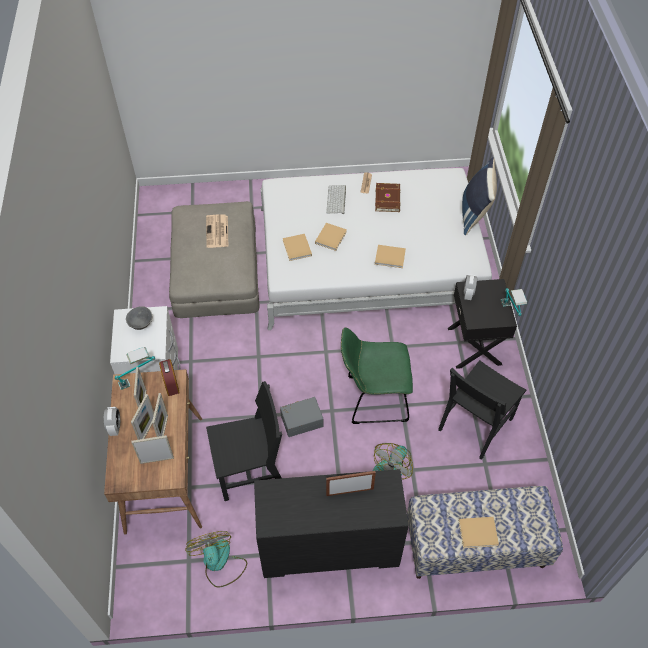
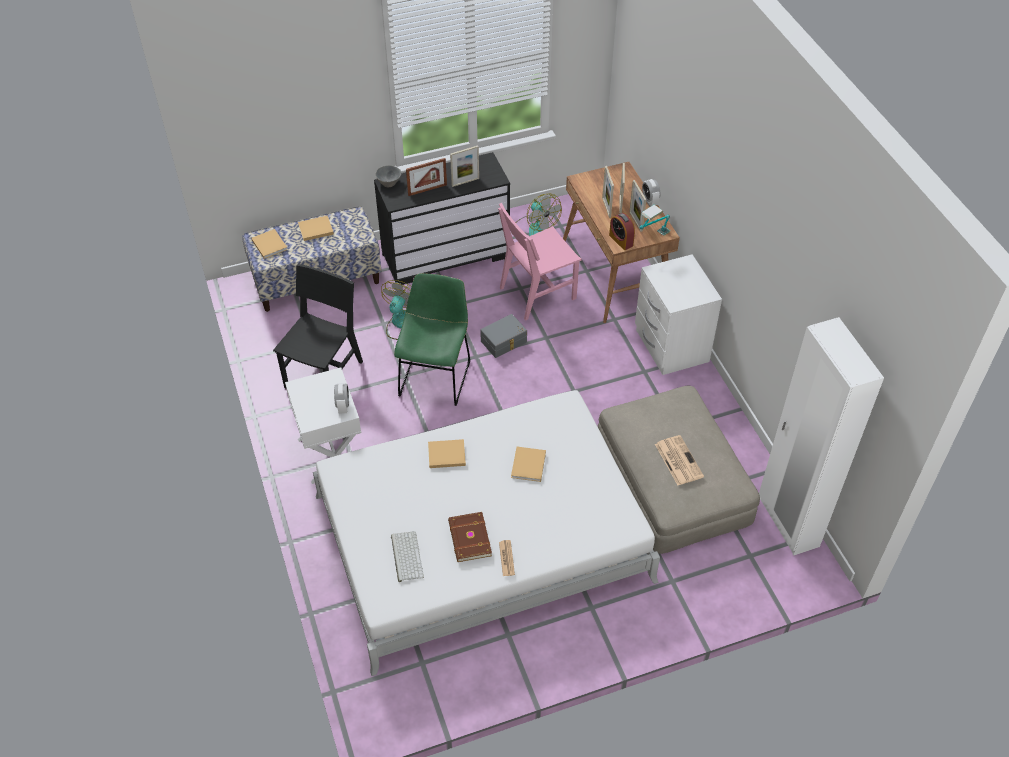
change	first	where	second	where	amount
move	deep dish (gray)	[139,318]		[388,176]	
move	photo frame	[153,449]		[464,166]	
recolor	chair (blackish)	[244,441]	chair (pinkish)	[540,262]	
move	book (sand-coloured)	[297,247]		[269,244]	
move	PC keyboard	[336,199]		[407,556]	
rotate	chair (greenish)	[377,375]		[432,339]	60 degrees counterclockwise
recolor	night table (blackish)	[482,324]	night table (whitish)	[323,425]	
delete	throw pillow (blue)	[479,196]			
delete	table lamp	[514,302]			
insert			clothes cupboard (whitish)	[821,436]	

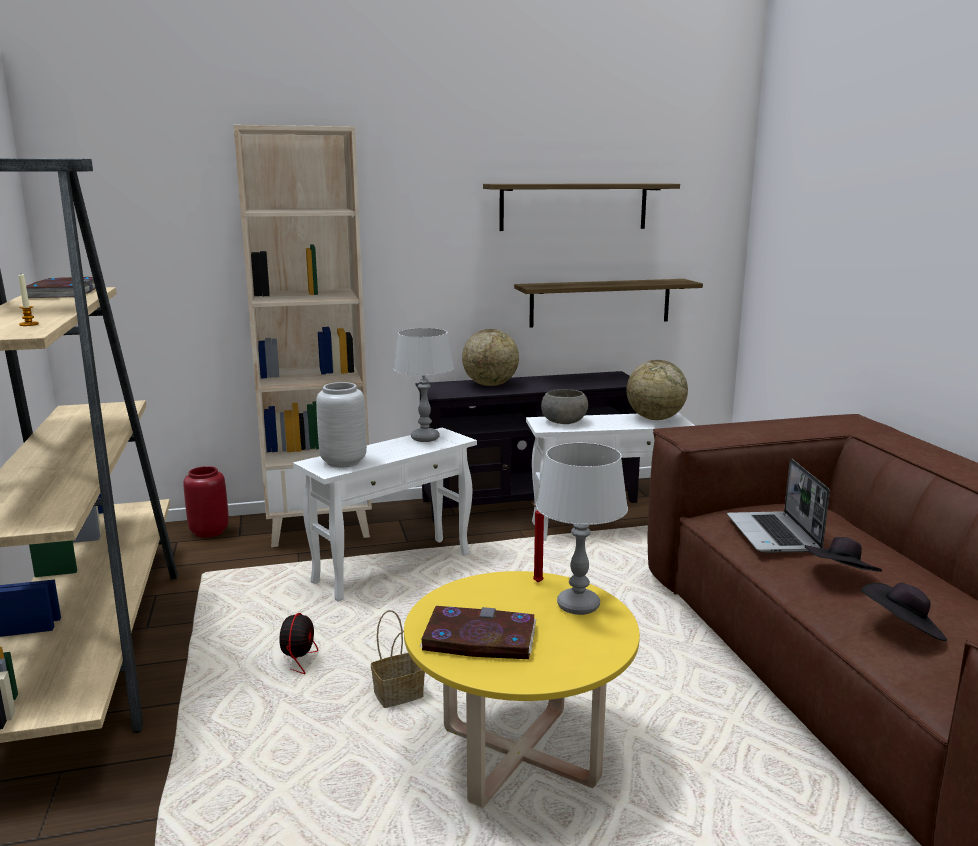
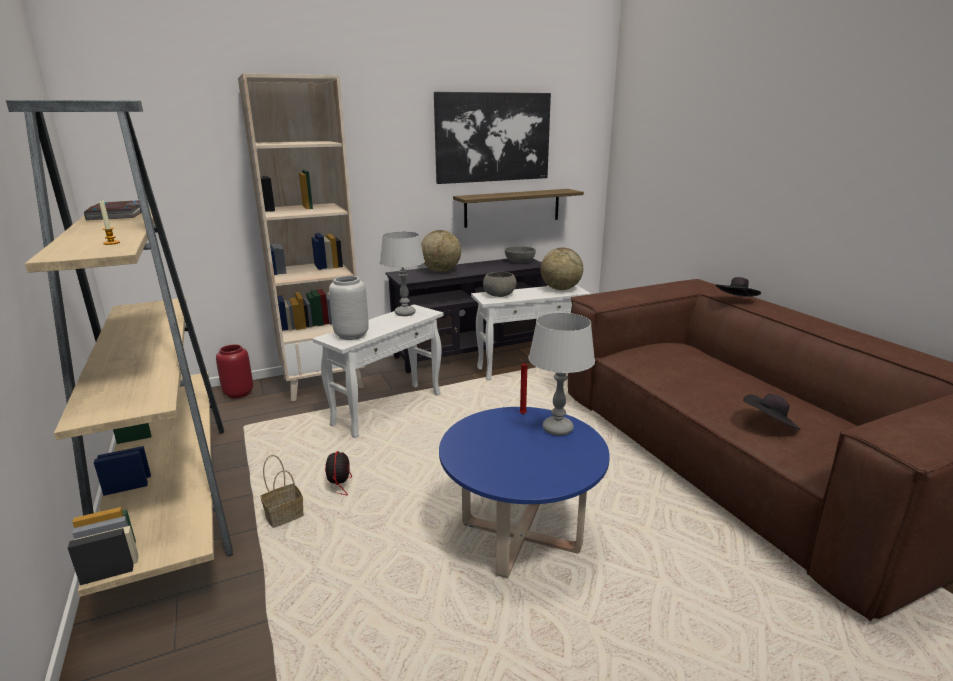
change	first	where	second	where	amount
move	basket	[398,659]		[282,491]	
recolor	coffee table (yellow-coloured)	[522,689]	coffee table (blue)	[524,492]	
delete	book	[478,632]			
replace	shelf	[581,207]	picture	[492,138]	
delete	portable computer	[778,505]			
move	hat (blackish)	[843,554]		[738,287]	
insert			deep dish (gray)	[520,254]	

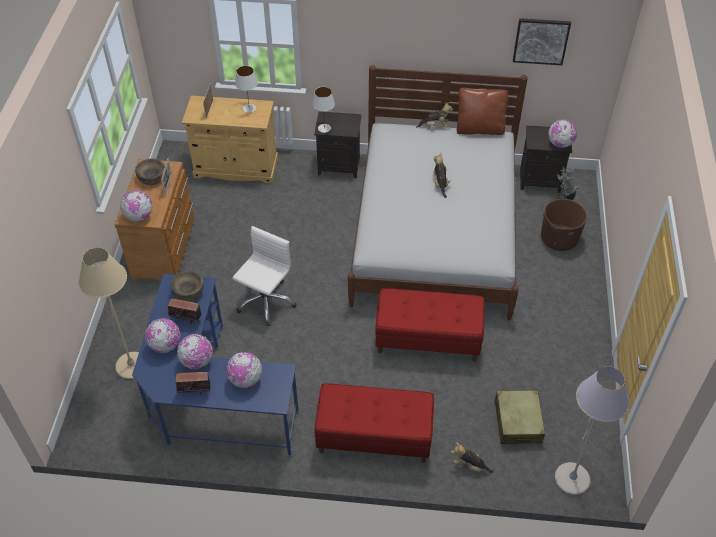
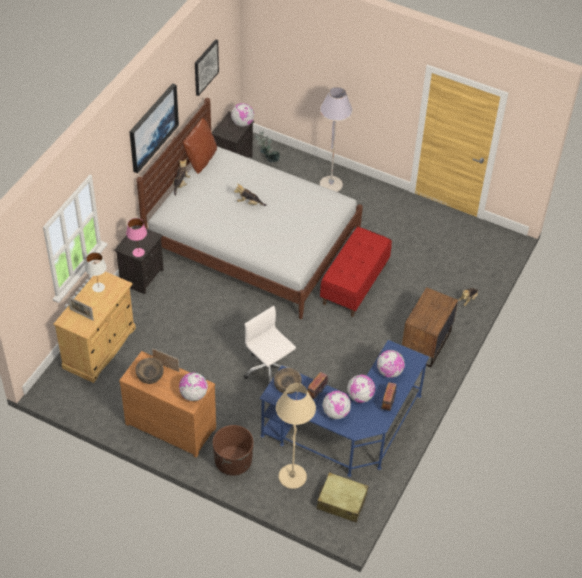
change	first	where	second	where	amount
recolor	table lamp (whitish)	[323,110]	table lamp (pinkish)	[136,237]	
replace	indoor bench (red-coloured)	[374,423]	night table (brown-coloured)	[430,327]	
move	suitcase (sand-coloured)	[520,417]		[343,497]	
move	flower pot (brown-coloured)	[564,225]		[233,450]	
move	floor lamp (gray)	[592,430]		[336,139]	
insert			picture	[154,128]	

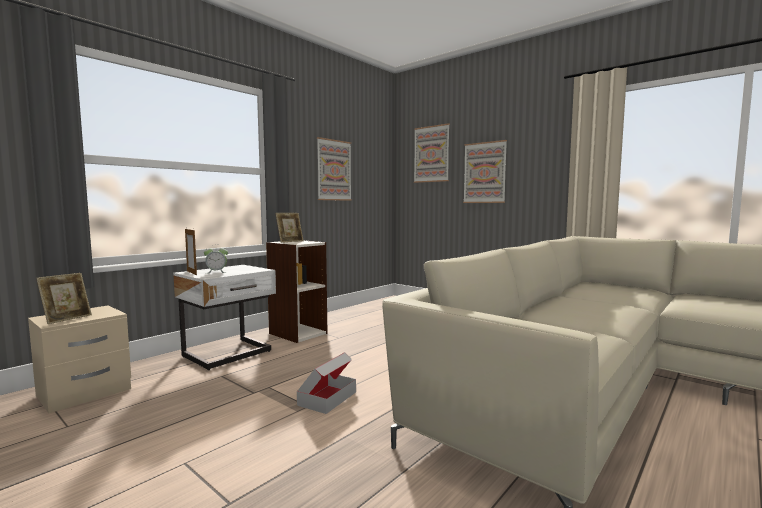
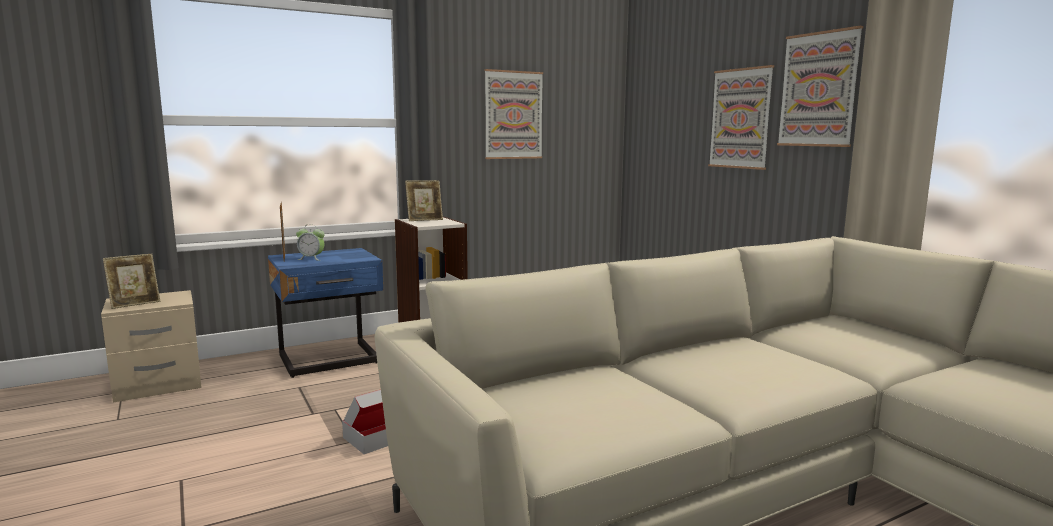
change	first	where	second	where	amount
recolor	night table (whitish)	[224,317]	night table (blue)	[325,313]	
move	picture	[432,153]		[820,86]	

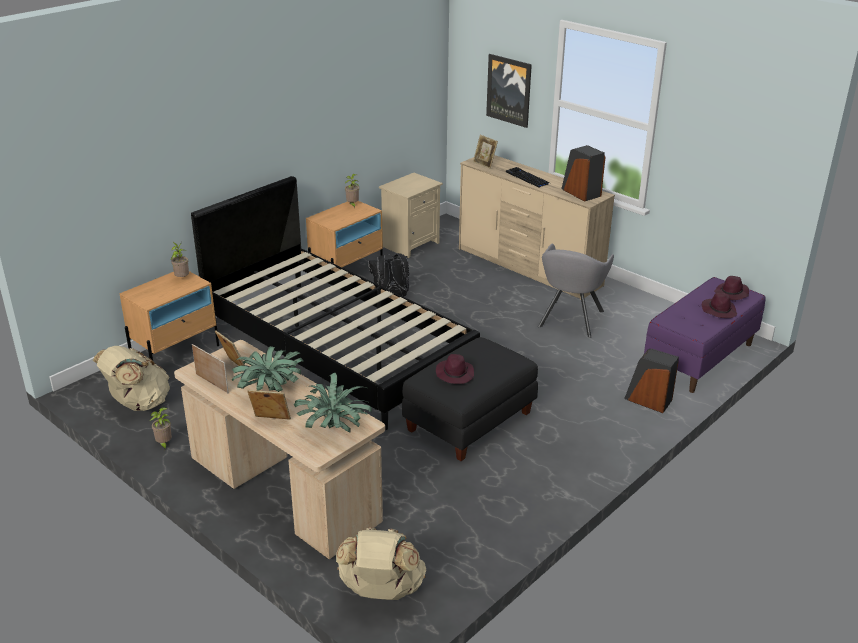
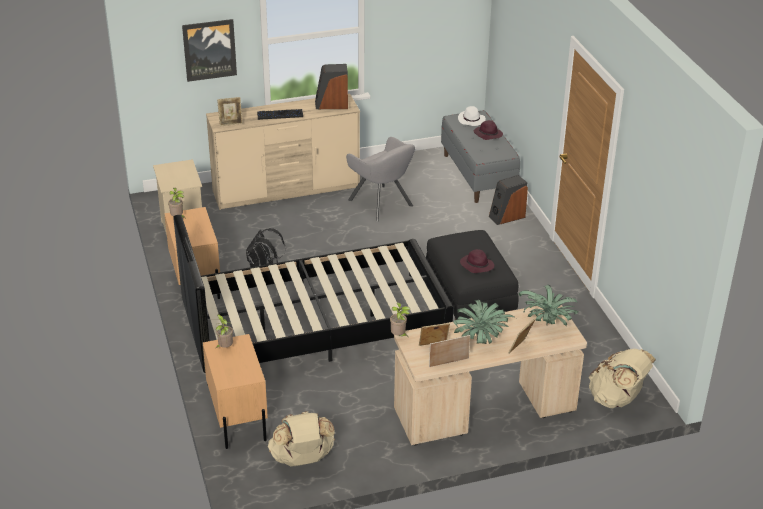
change	first	where	second	where	amount
move	plant in a pot	[161,428]		[400,320]	
recolor	indoor bench (purplish)	[705,335]	indoor bench (gray)	[480,156]	
recolor	hat (purplish)	[731,288]	hat (whitish)	[472,116]	

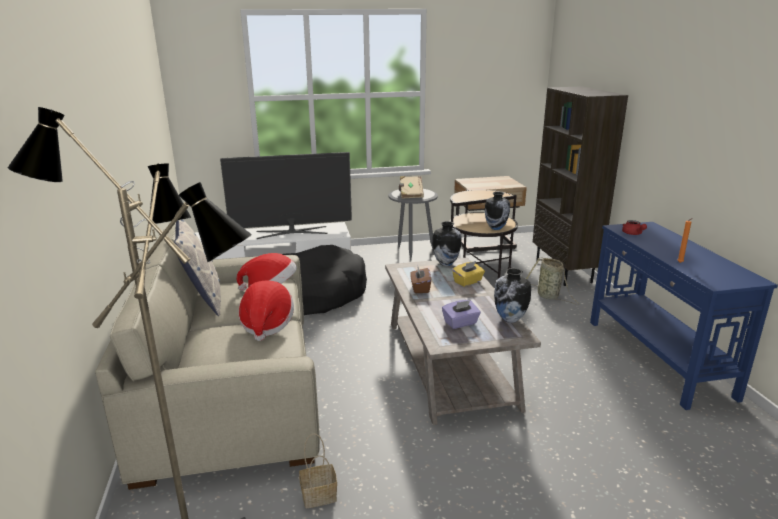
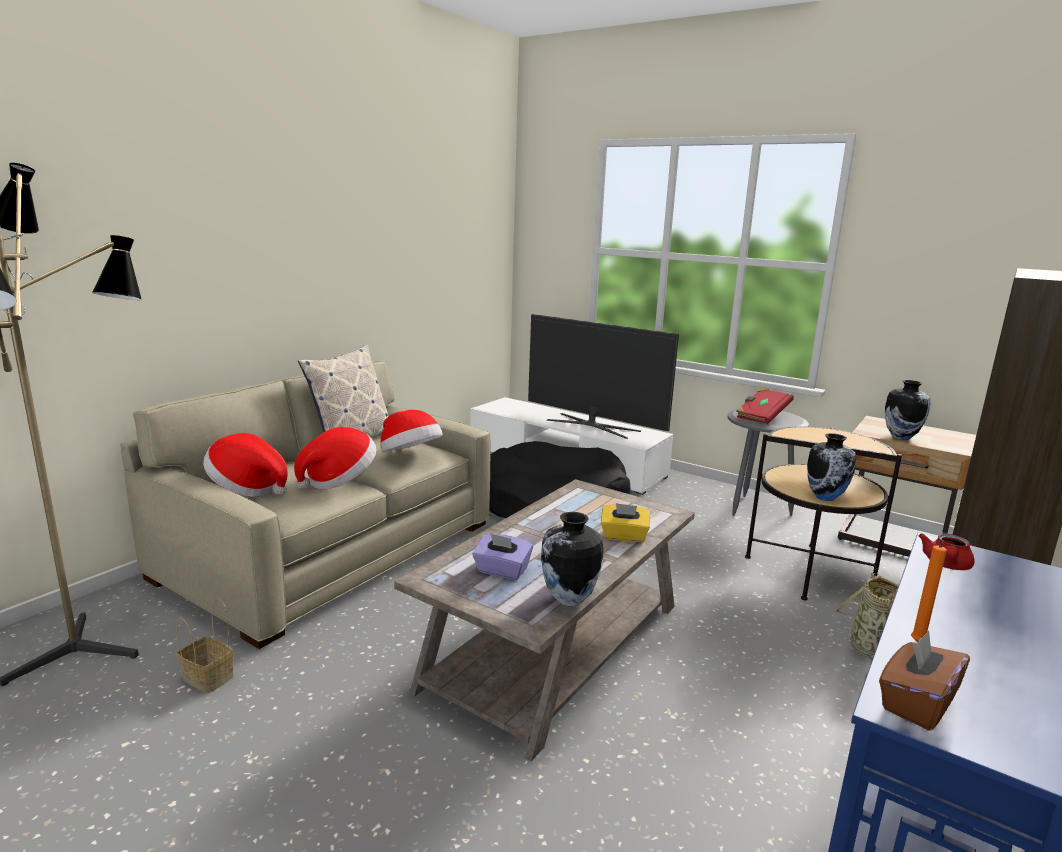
change	first	where	second	where	amount
recolor	book (sand-coloured)	[411,187]	book (red-coloured)	[765,406]	
move	tissue holder (brown-coloured)	[420,280]		[924,680]	
move	vase	[447,243]		[908,410]	
insert			hat	[245,465]	

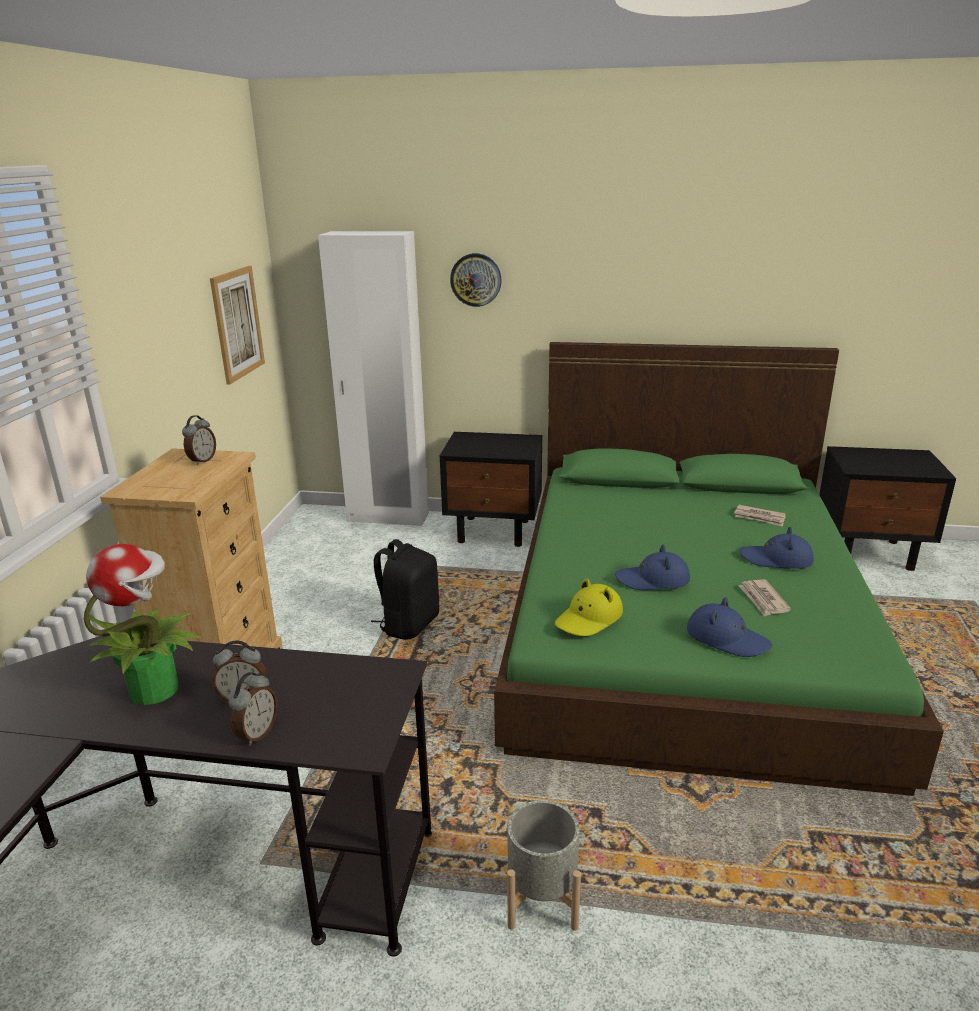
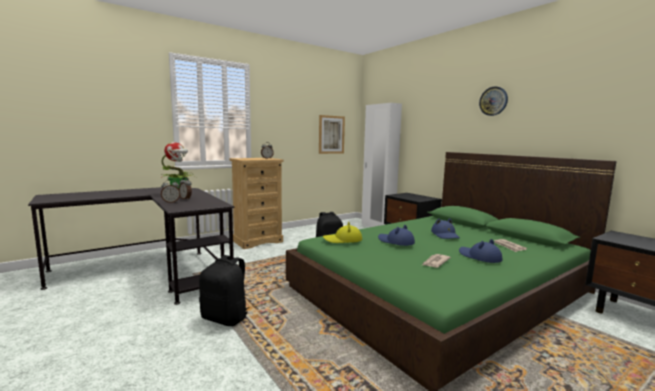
change	first	where	second	where	amount
move	hanging clock	[476,280]		[493,101]	
replace	flower pot (gray)	[544,865]	backpack (blackish)	[224,290]	
move	hat (blue)	[729,627]		[445,228]	

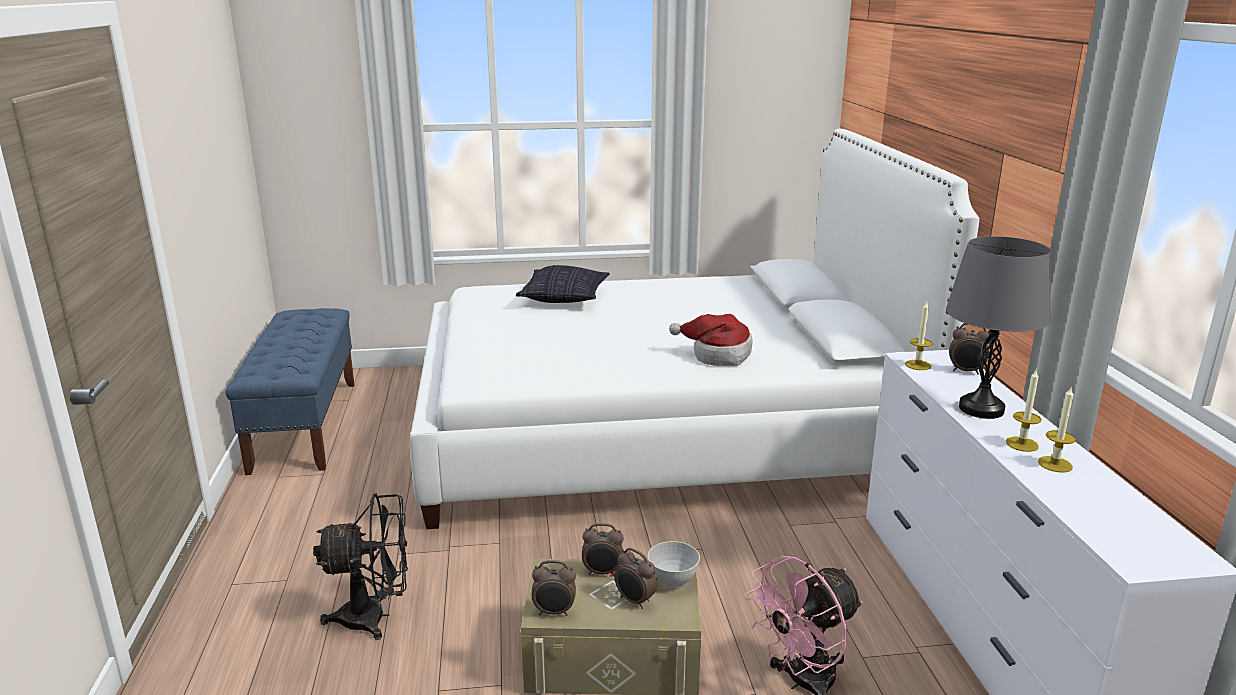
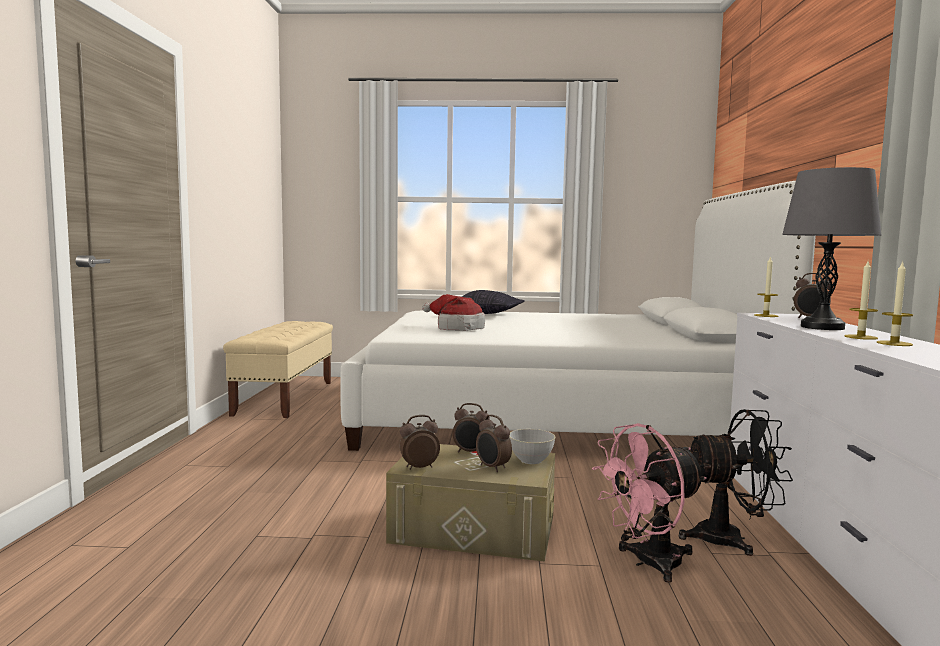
change	first	where	second	where	amount
recolor	indoor bench (blue)	[290,391]	indoor bench (sand-coloured)	[278,369]	
move	electric fan (blackish)	[360,566]		[736,482]	
rotate	bedside clock	[554,588]		[420,442]	150 degrees clockwise
move	hat	[711,340]		[453,312]	

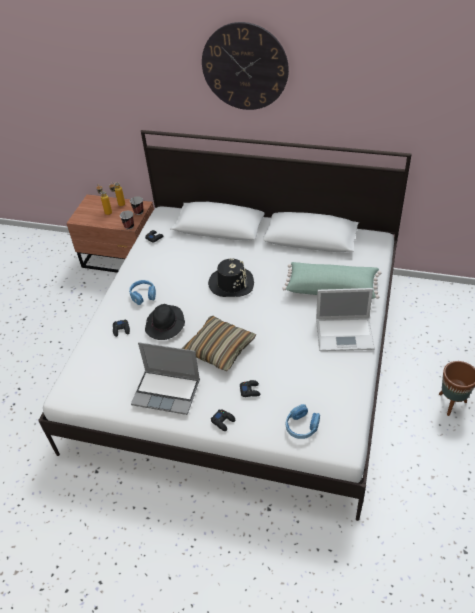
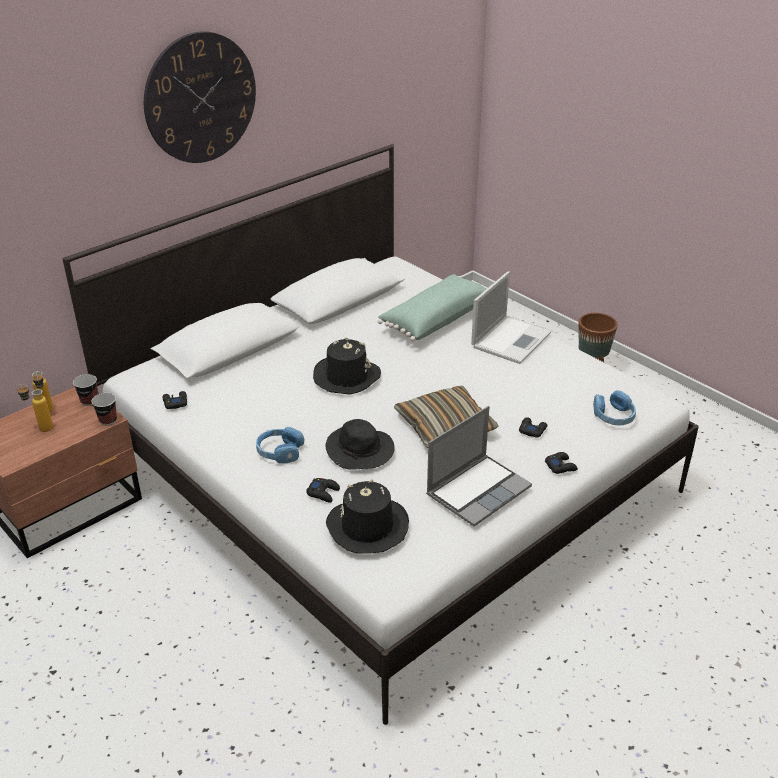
change	first	where	second	where	amount
insert			hat (blackish)	[367,516]	

